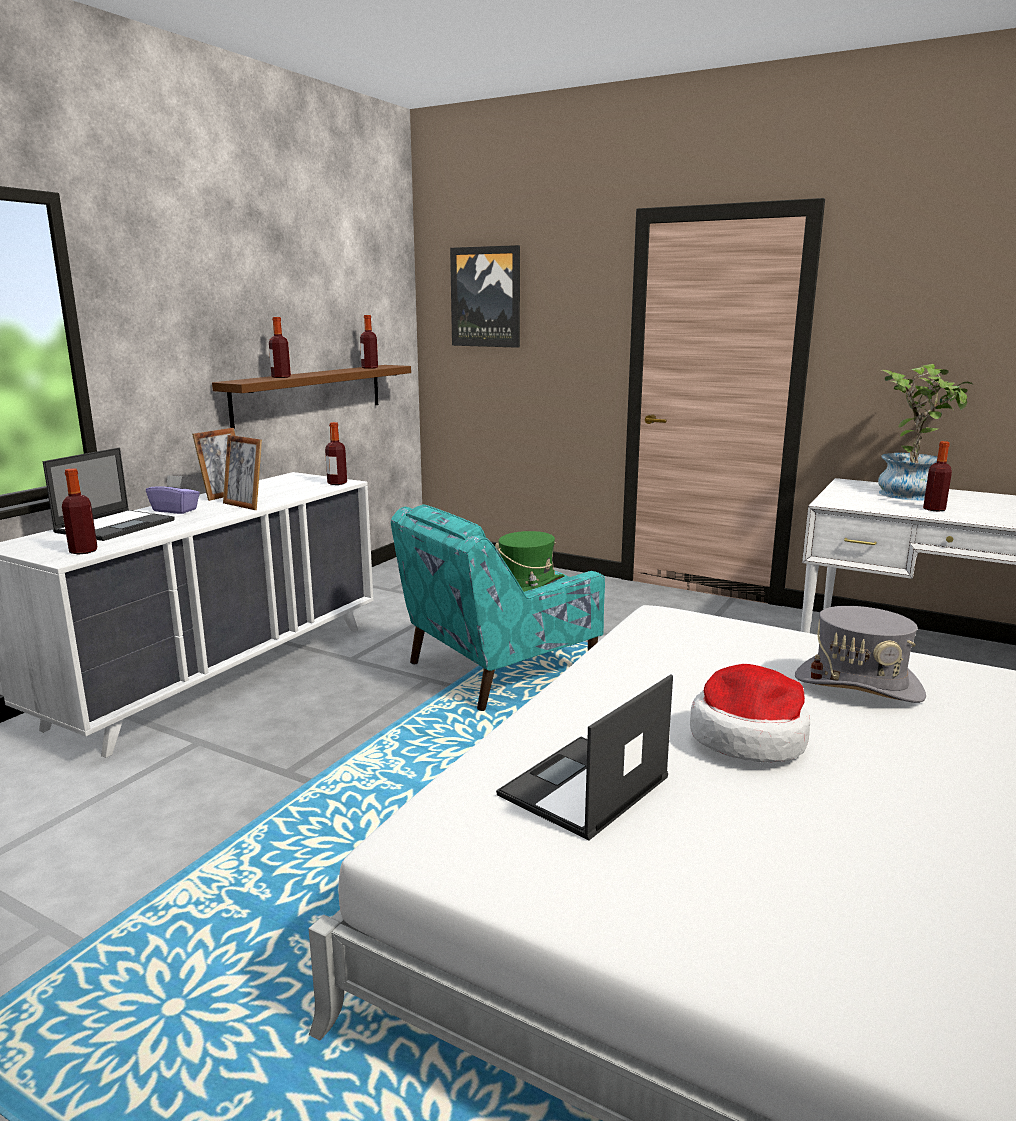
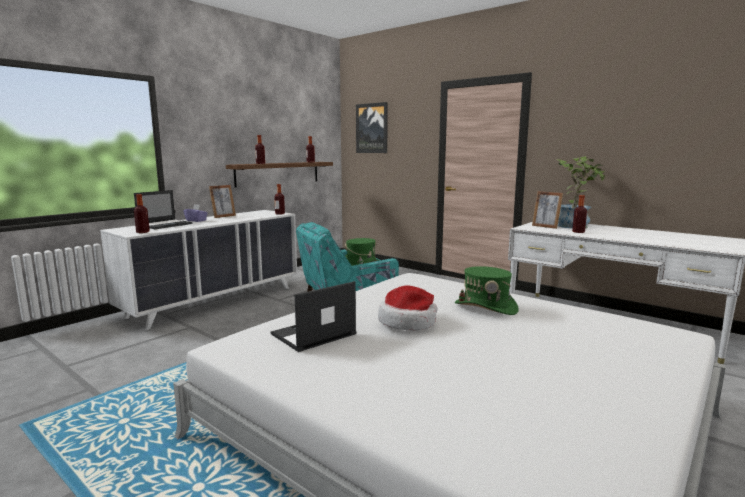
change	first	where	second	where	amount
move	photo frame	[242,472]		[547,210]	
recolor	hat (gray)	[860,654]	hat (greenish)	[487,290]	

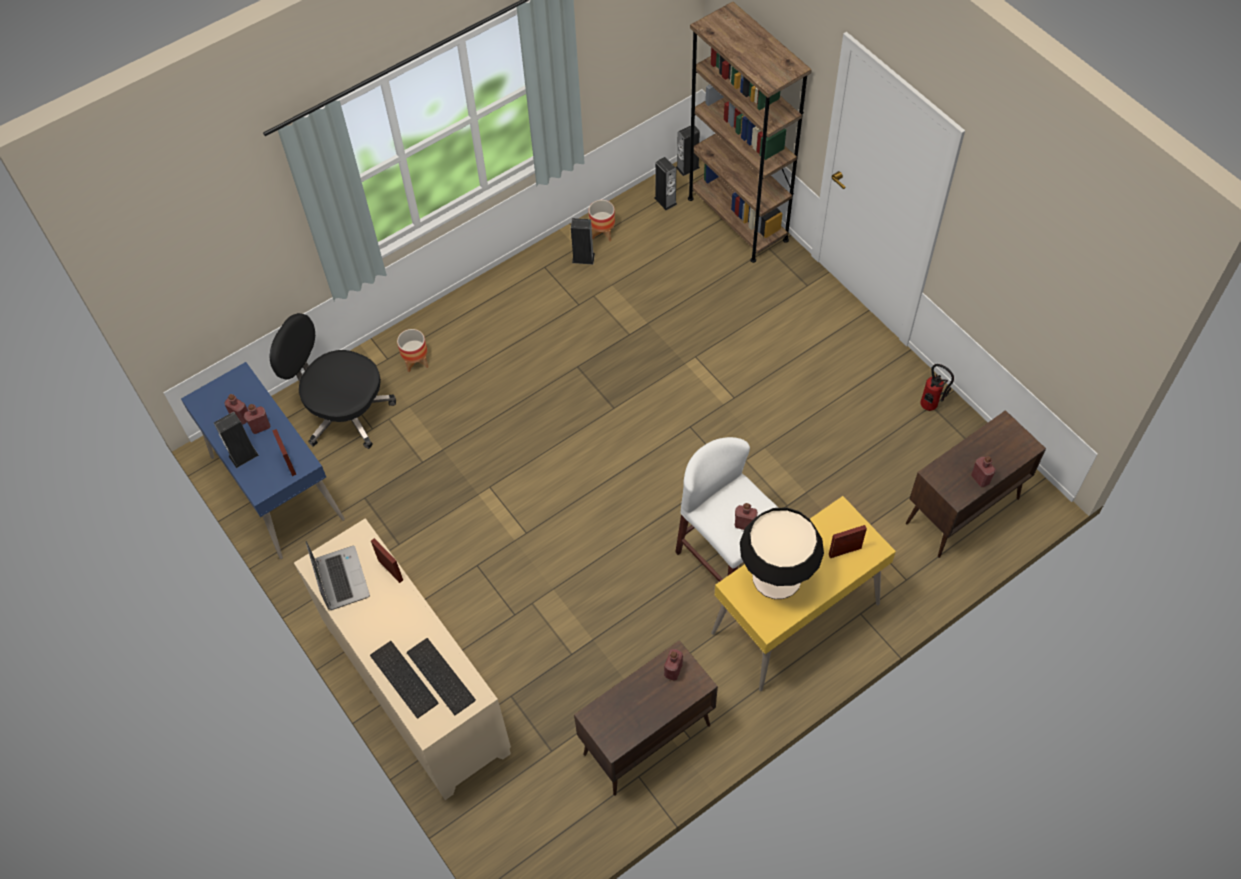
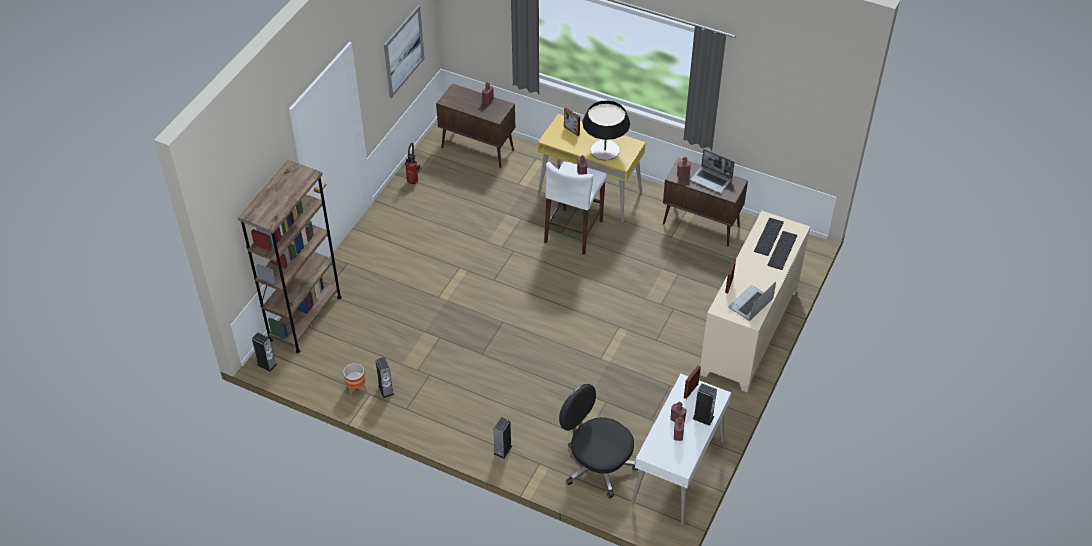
change	first	where	second	where	amount
recolor	desk table (blue)	[263,460]	desk table (whitish)	[681,449]	
rotate	computer chair (blackish)	[333,381]		[598,441]	135 degrees clockwise
delete	flower pot	[413,350]			
move	loudspeaker	[665,183]		[503,438]	
insert			picture	[404,51]	
insert			portable computer	[712,171]	

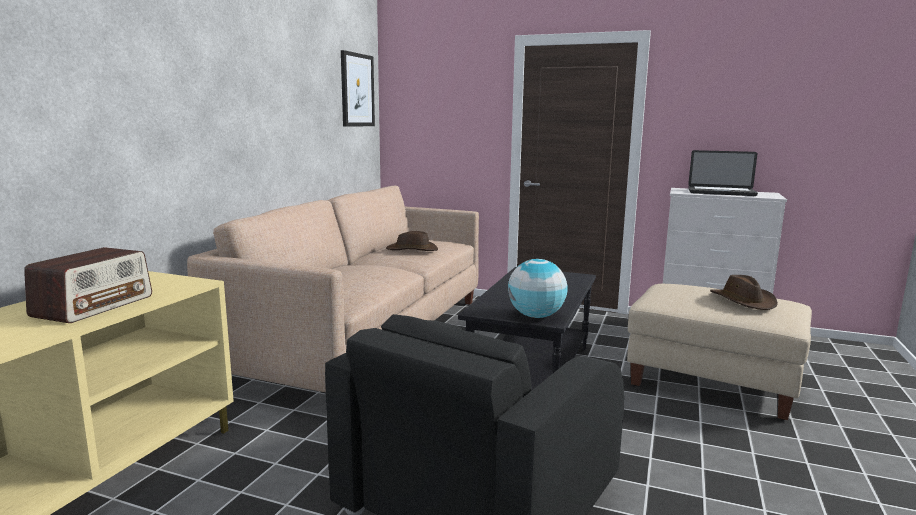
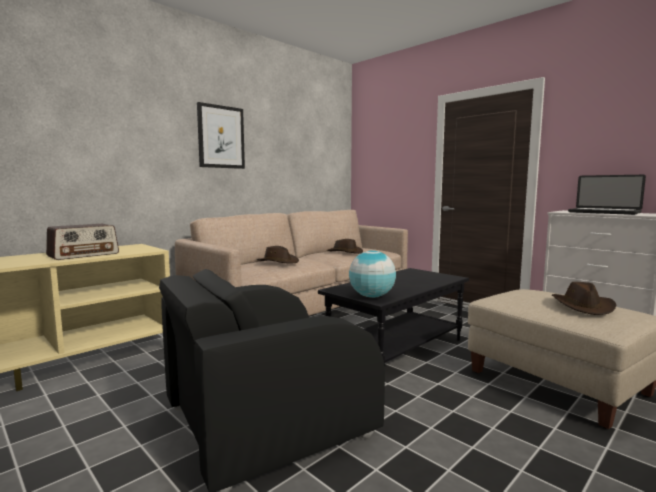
change	first	where	second	where	amount
move	picture	[358,88]		[221,135]	
insert			hat (brown-coloured)	[278,254]	

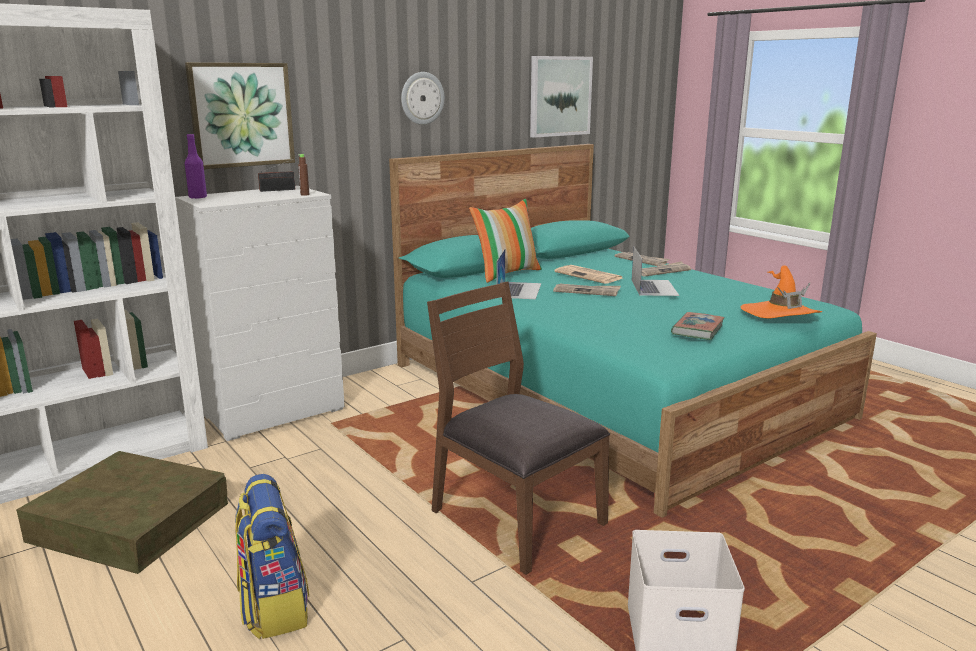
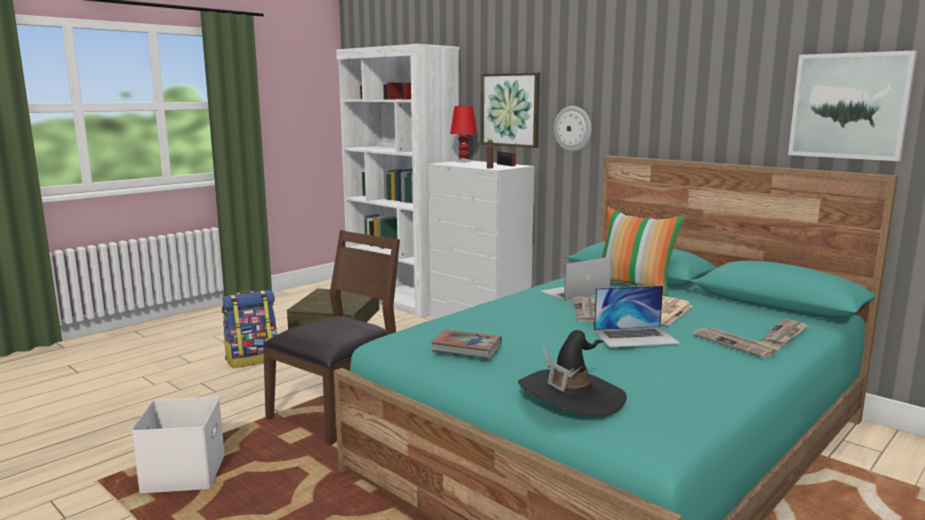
change	first	where	second	where	amount
replace	bottle (purplish)	[196,166]	table lamp (red-coloured)	[463,134]	
move	hanging clock	[423,98]		[573,129]	
rotate	portable computer	[518,274]		[576,279]	150 degrees clockwise
recolor	hat (orange)	[781,291]	hat (blackish)	[572,373]	

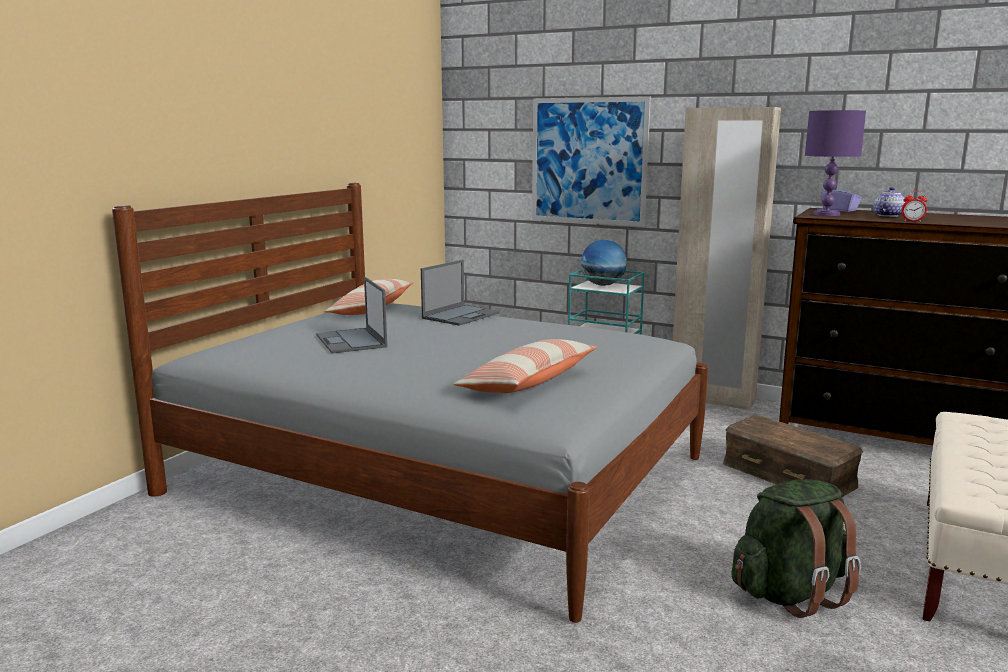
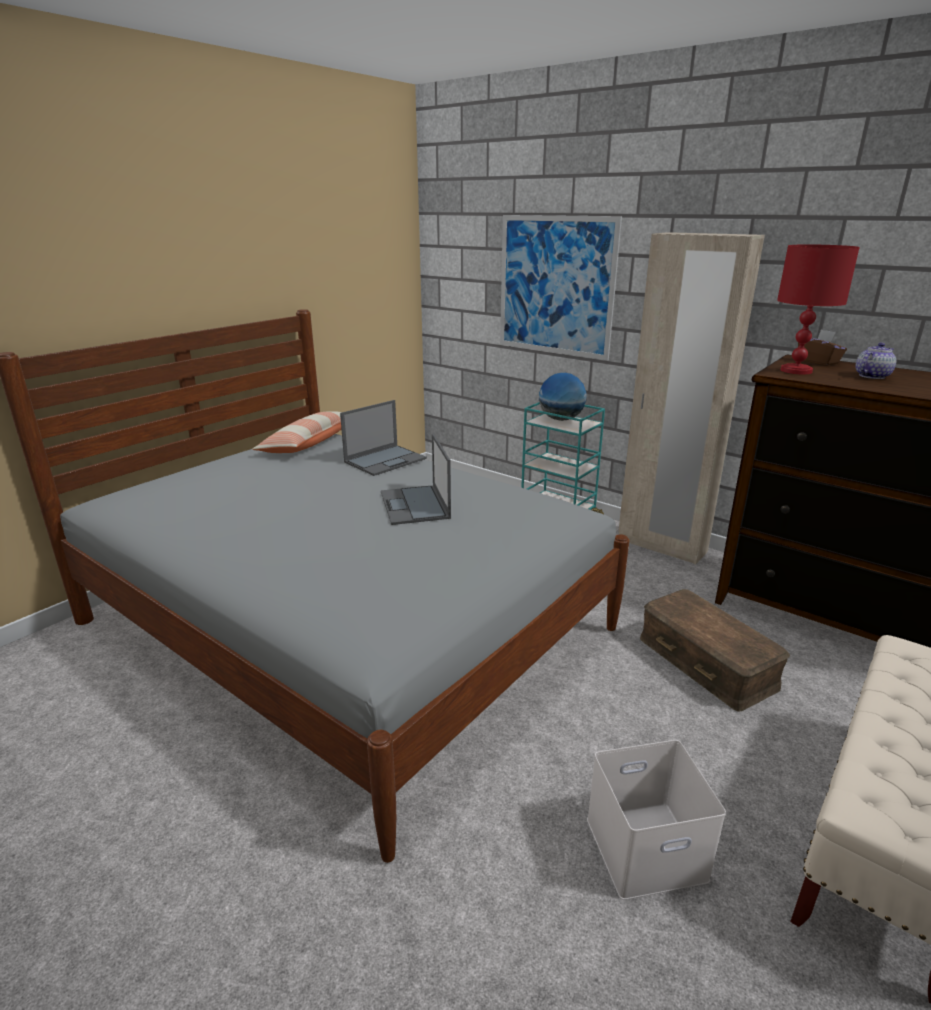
change	first	where	second	where	amount
move	portable computer	[351,315]		[416,479]	
delete	throw pillow	[525,366]			
replace	backpack (greenish)	[796,548]	storage container (whitish)	[656,820]	
recolor	table lamp (purplish)	[835,163]	table lamp (red-coloured)	[818,309]	
recolor	tissue holder (purplish)	[841,197]	tissue holder (brown-coloured)	[822,347]	
delete	bedside clock	[914,206]			

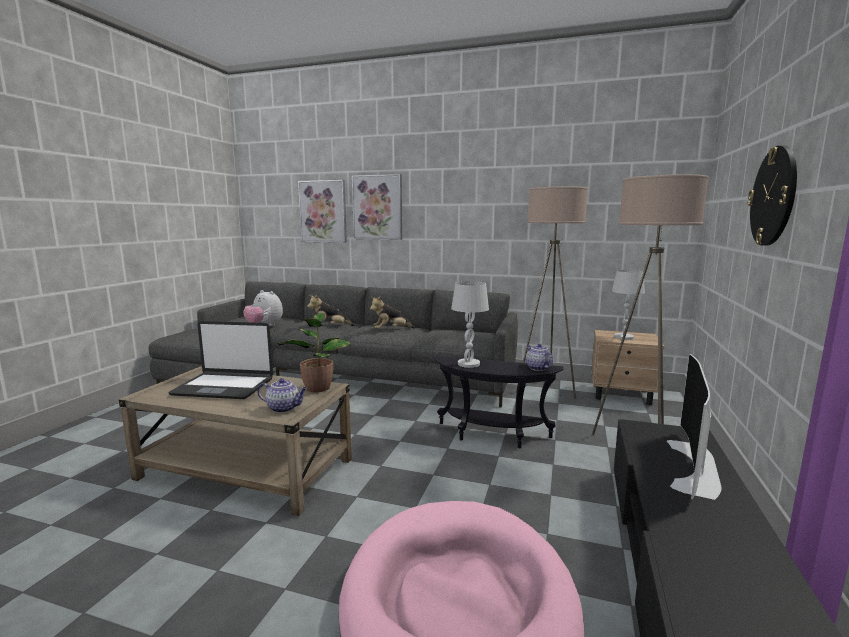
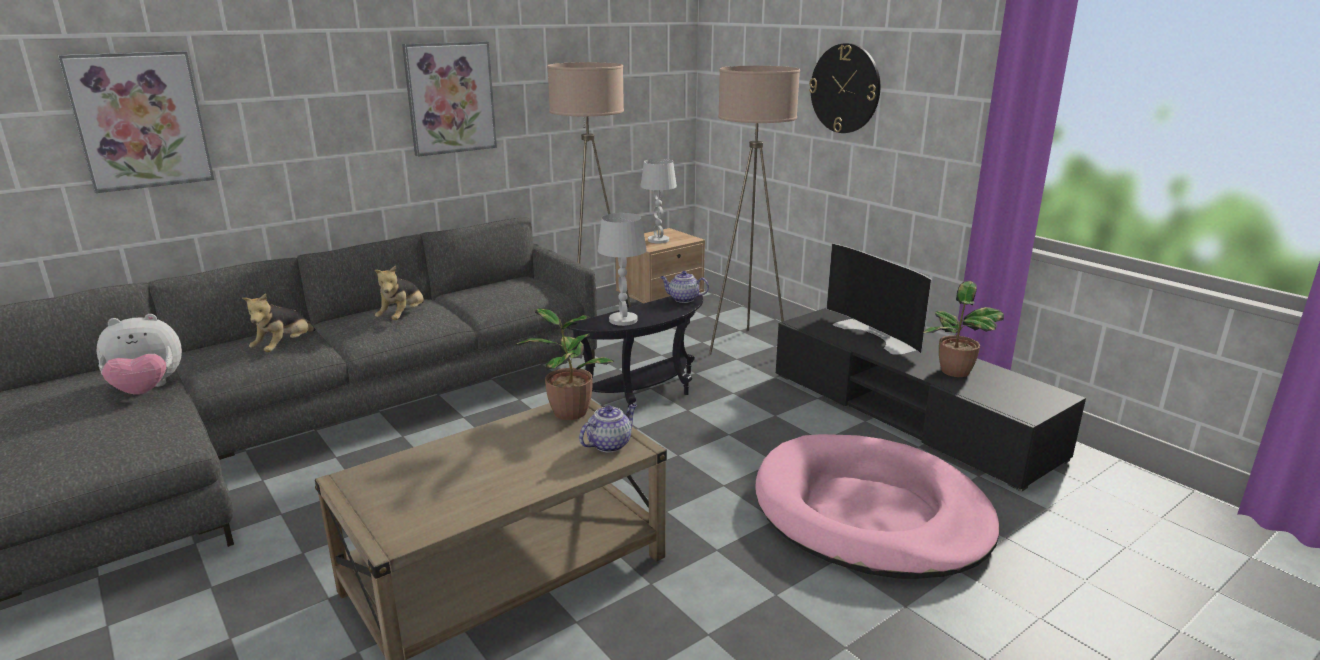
change	first	where	second	where	amount
delete	portable computer	[220,360]			
move	picture	[377,207]		[449,99]	
insert			plant in a pot	[963,329]	

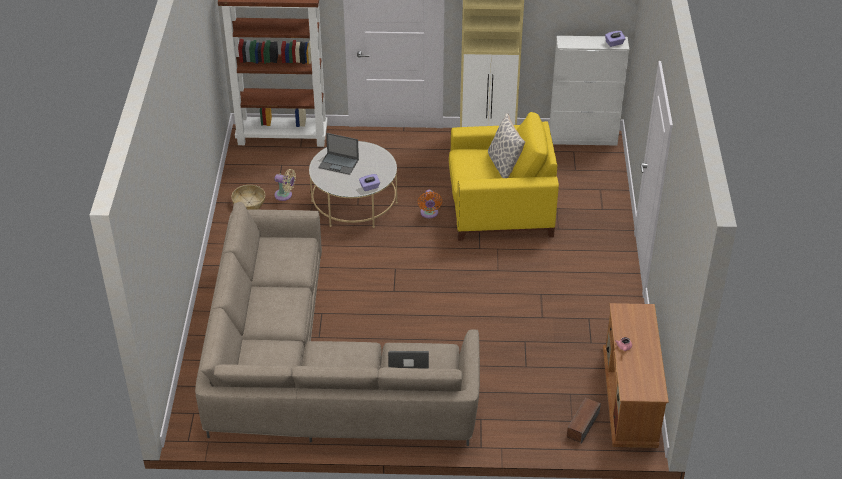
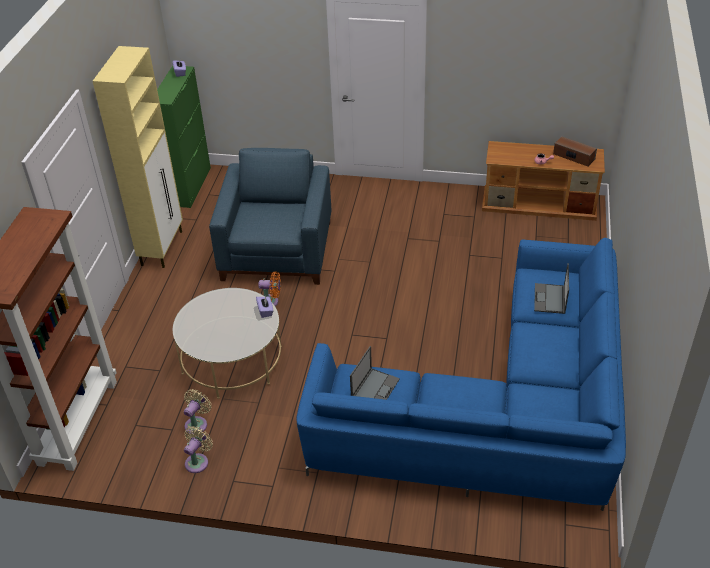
change	first	where	second	where	amount
recolor	settee (sand-coloured)	[337,324]	settee (blue)	[461,374]	
replace	basket	[248,197]	electric fan (sand-coloured)	[198,449]	
move	portable computer	[338,154]		[375,373]	
recolor	armchair (yellow-coloured)	[504,176]	armchair (blue)	[270,216]	
delete	throw pillow	[506,145]			
recolor	cupboard (whitish)	[589,90]	cupboard (greenish)	[184,137]	
move	loudspeaker	[584,421]		[575,151]	

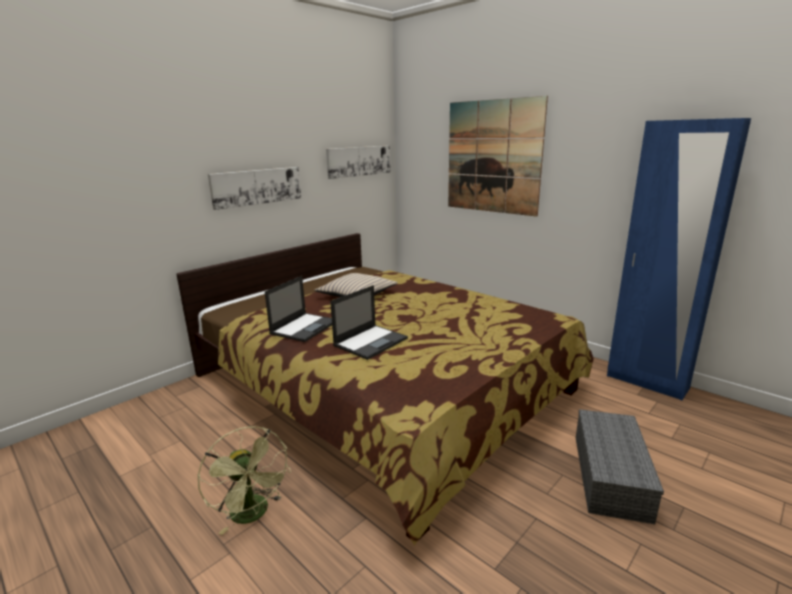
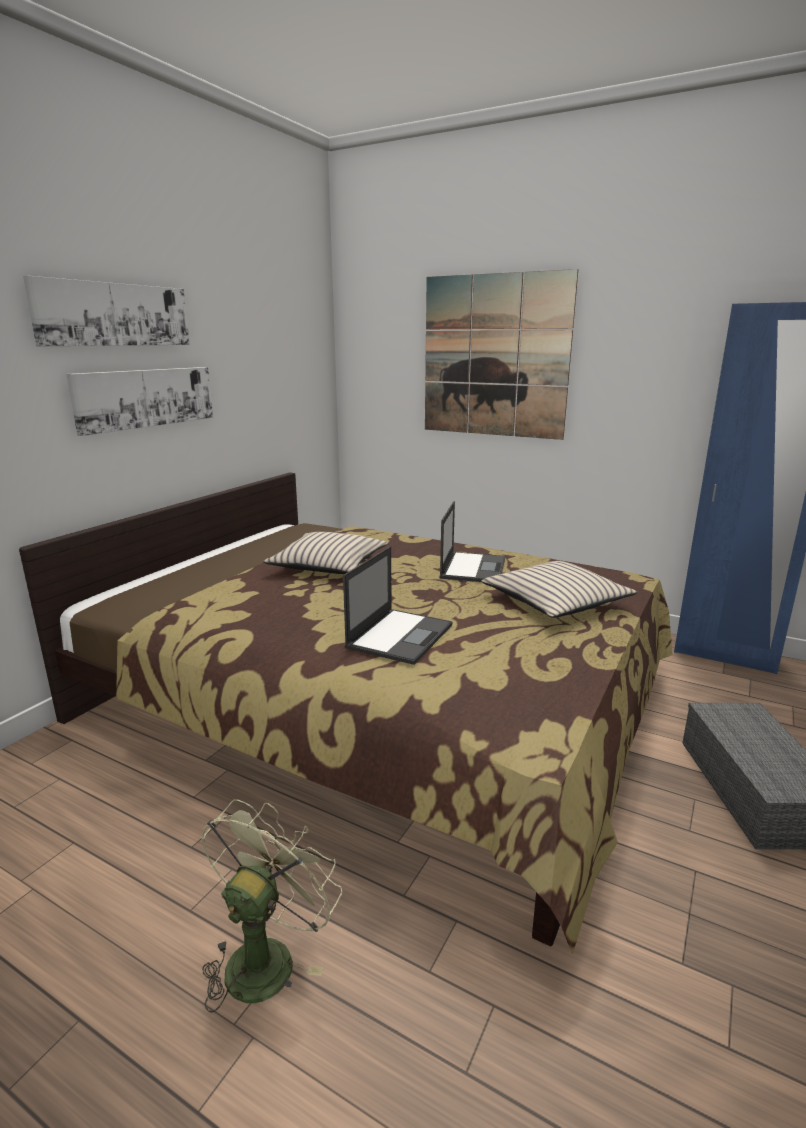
change	first	where	second	where	amount
rotate	electric fan (greenish)	[244,480]		[271,906]	105 degrees counterclockwise
move	portable computer	[298,309]		[472,541]	
move	picture	[358,162]		[106,311]	
insert			throw pillow (sand-coloured)	[559,589]	

